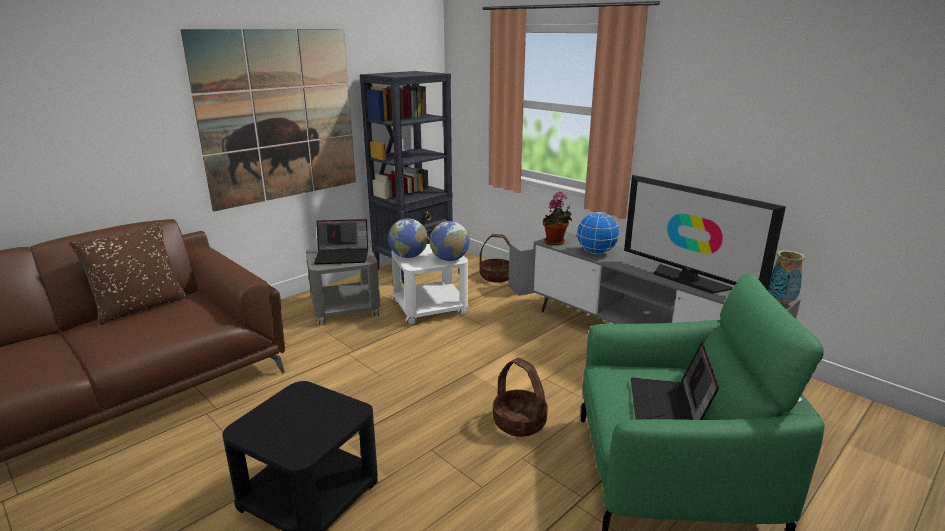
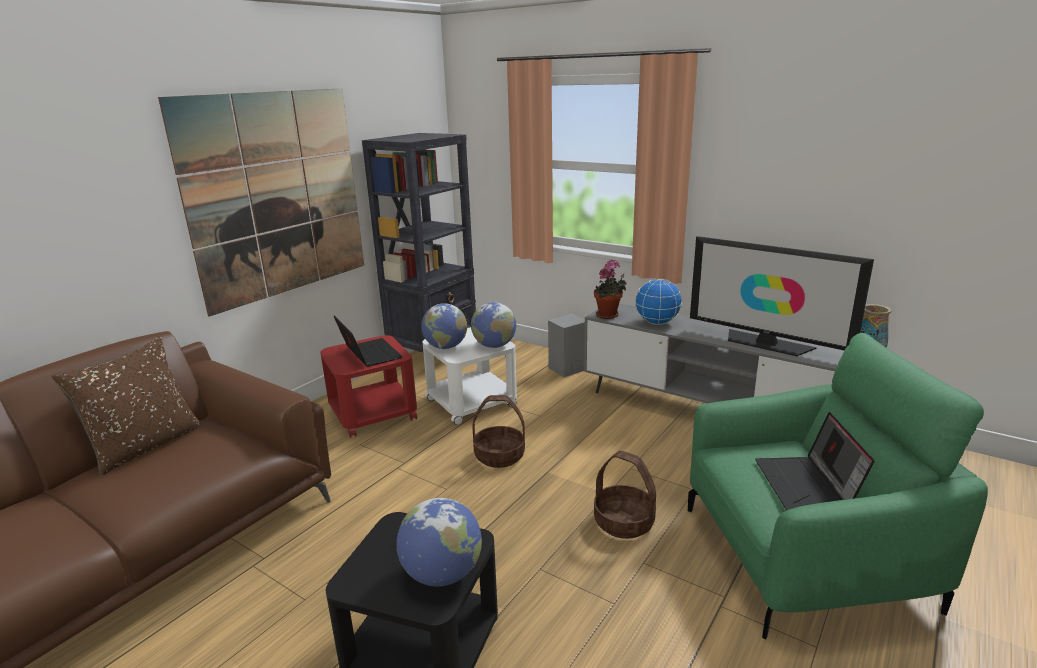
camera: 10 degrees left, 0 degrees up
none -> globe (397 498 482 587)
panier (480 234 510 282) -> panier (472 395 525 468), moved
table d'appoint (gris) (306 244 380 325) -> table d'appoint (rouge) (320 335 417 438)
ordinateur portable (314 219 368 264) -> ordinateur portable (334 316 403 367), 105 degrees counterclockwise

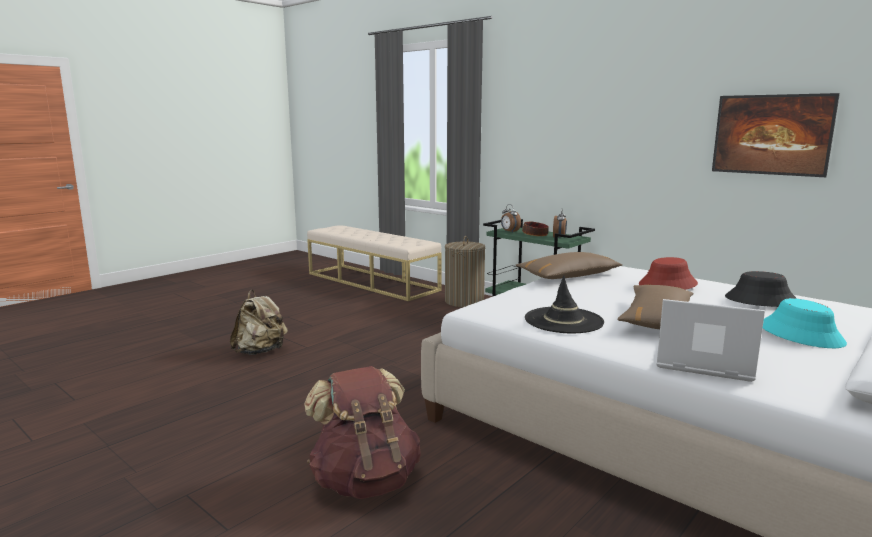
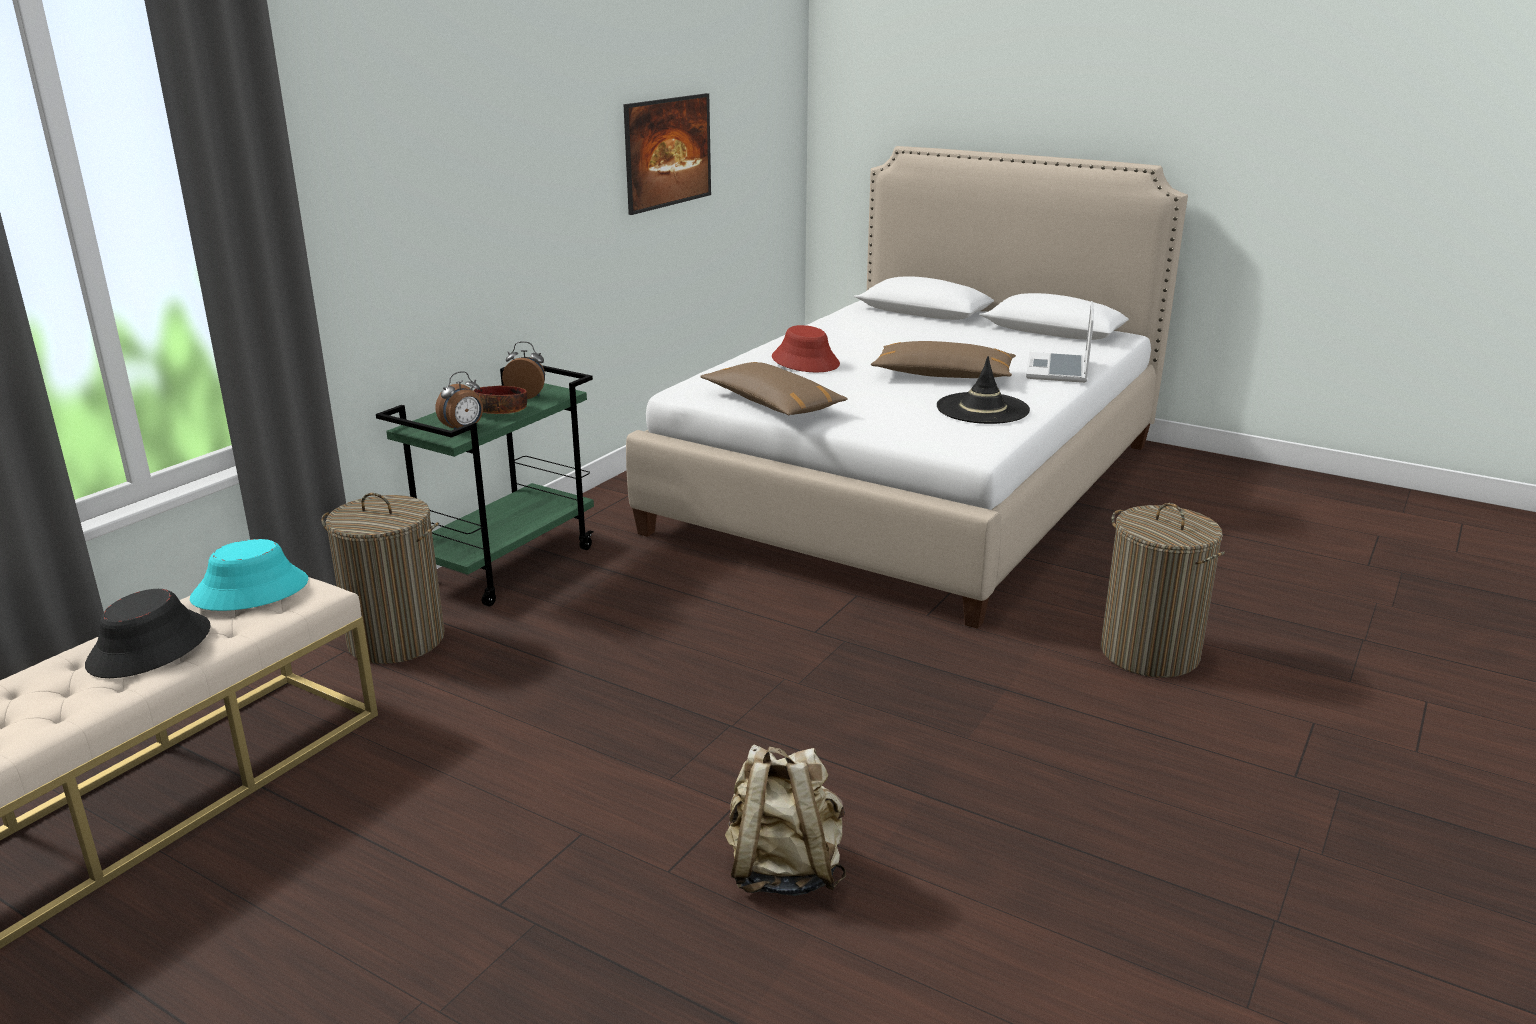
camera: 100 degrees left, 10 degrees up
chapeau (noir) (725 271 797 307) -> chapeau (noir) (85 589 211 678), moved
chapeau (turquoise) (763 298 847 348) -> chapeau (turquoise) (190 539 309 611), moved
sac à dos (marron) (304 366 421 499) -> panier à linge (1101 503 1225 678)

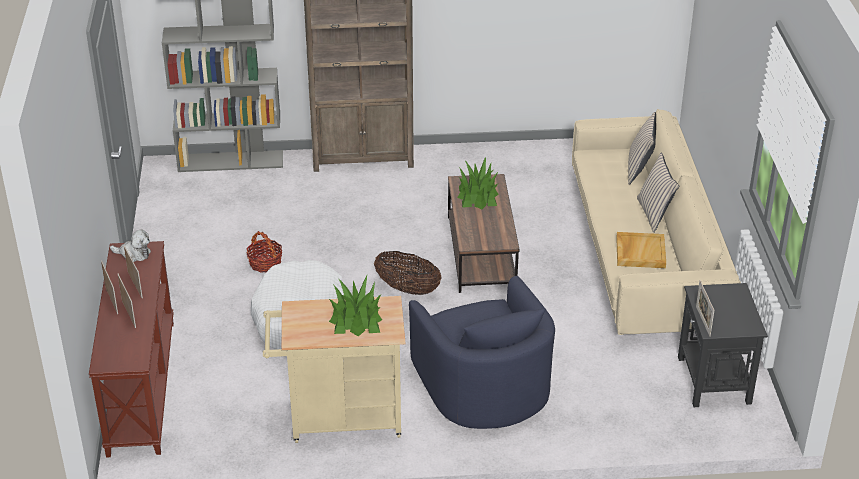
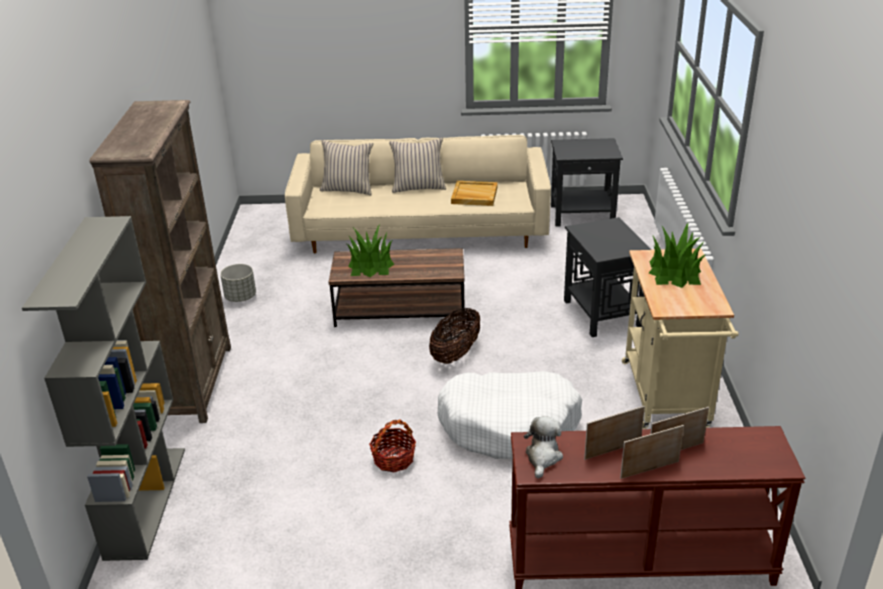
camera: 85 degrees left, 5 degrees down
cadre photo (696 280 714 336) -> none
none -> cache-pot (gris) (220 264 256 302)
fauteuil (bleu) (409 276 555 429) -> table d'appoint (noir) (564 217 652 337)

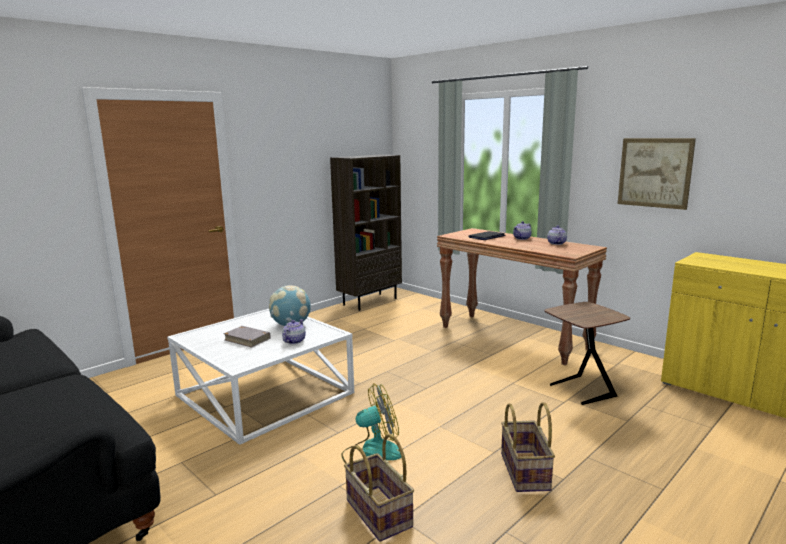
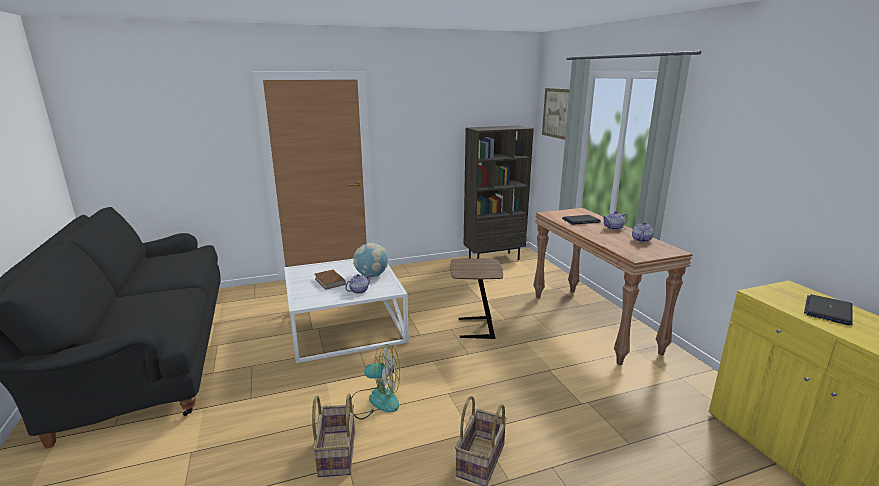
camera: 25 degrees right, 5 degrees up
none -> ordinateur portable (804 295 853 325)
table d'appoint (marron) (544 302 630 405) -> table d'appoint (marron) (450 258 503 339), moved
tableau (618 138 696 210) -> tableau (542 88 570 140), moved
livre (gris) (223 326 270 348) -> livre (marron) (315 269 346 290)

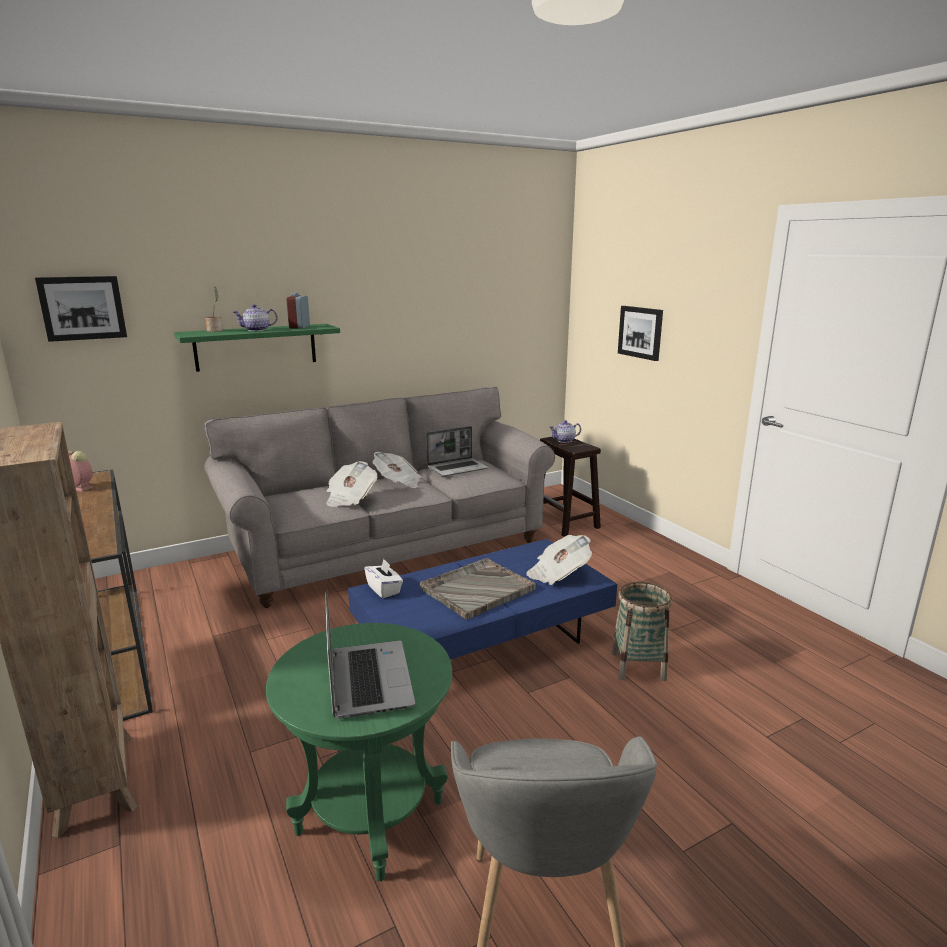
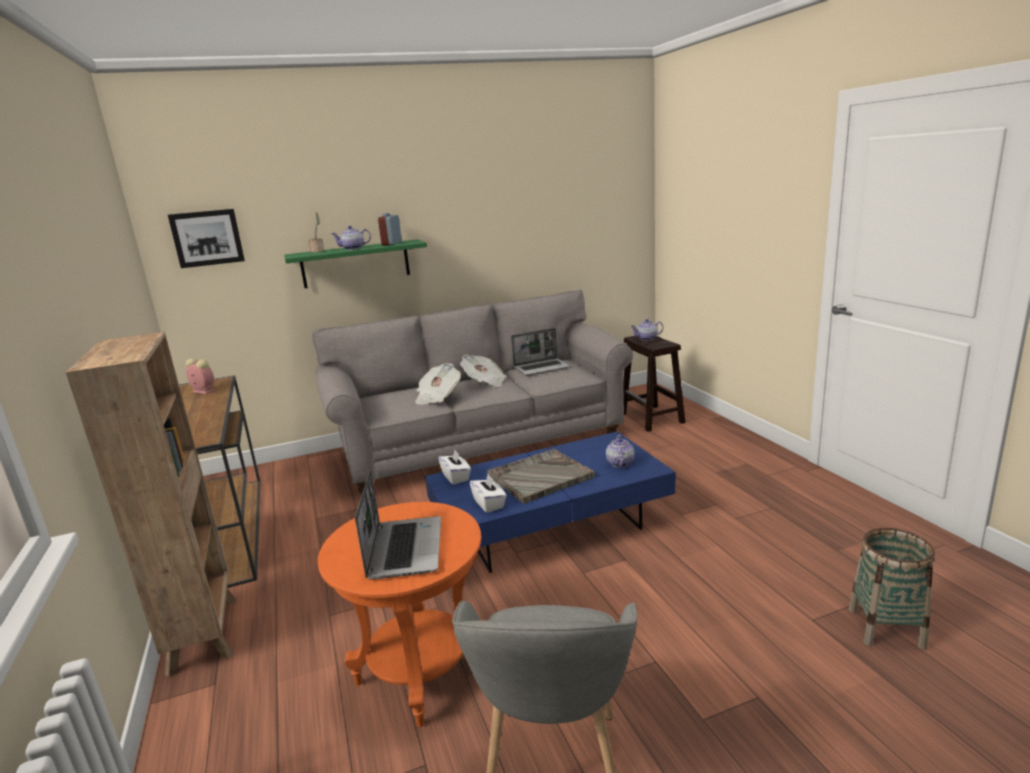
camera: 10 degrees right, 0 degrees up
tableau (618 306 663 361) -> none
none -> boîte à mouchoirs (blanc) (470 474 506 513)
panier (612 581 672 681) -> panier (849 528 935 650), moved
journal (526 535 592 585) -> théière (606 435 635 468)
table d'appoint (vert) (266 623 452 881) -> table d'appoint (orange) (318 502 481 727)

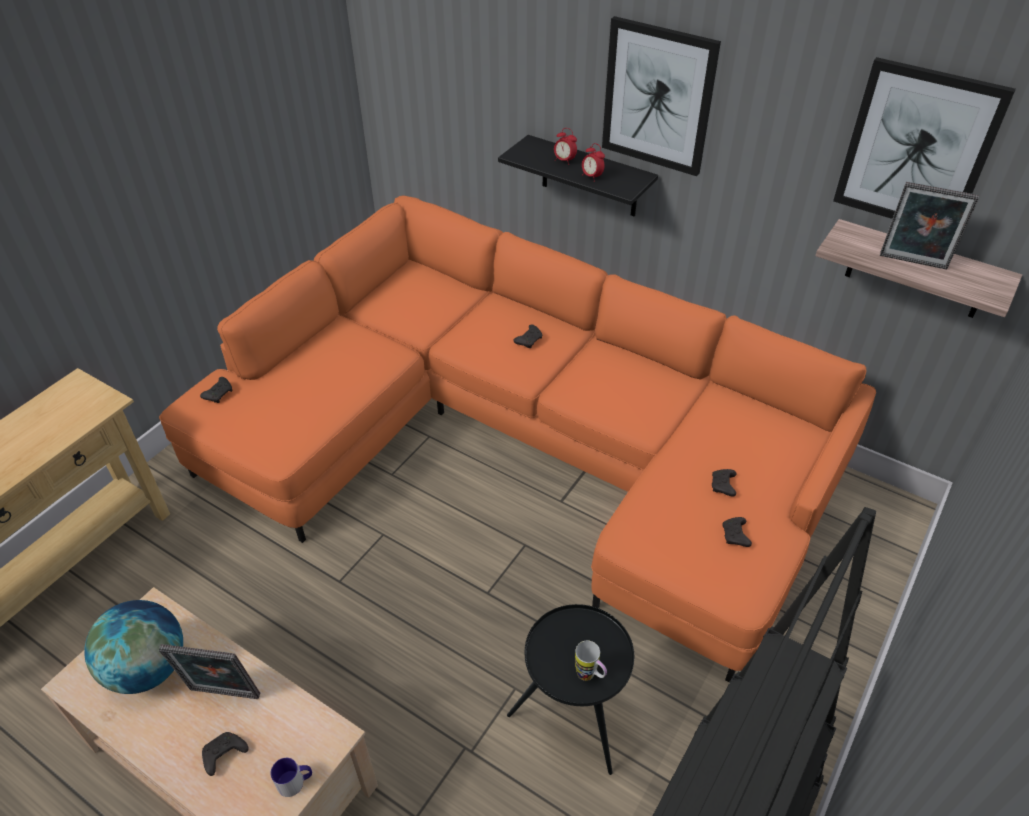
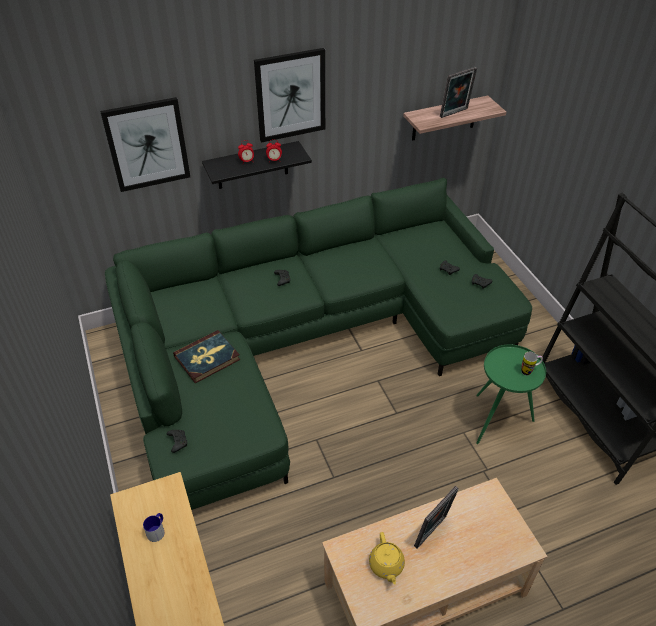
camera: 55 degrees left, 0 degrees up
manette (noir) (202 732 249 776) -> none
none -> livre (173 330 240 383)
mug (270 758 312 797) -> mug (143 513 164 542), moved
tableau (833 57 1016 219) -> tableau (100 97 190 192), moved
globe (84 600 183 694) -> théière (jaune) (369 532 405 585)
canapé (orange) (159 195 876 683) -> canapé (vert) (105 178 532 510)
table d'appoint (noir) (507 604 634 775) -> table d'appoint (vert) (476 345 546 444)

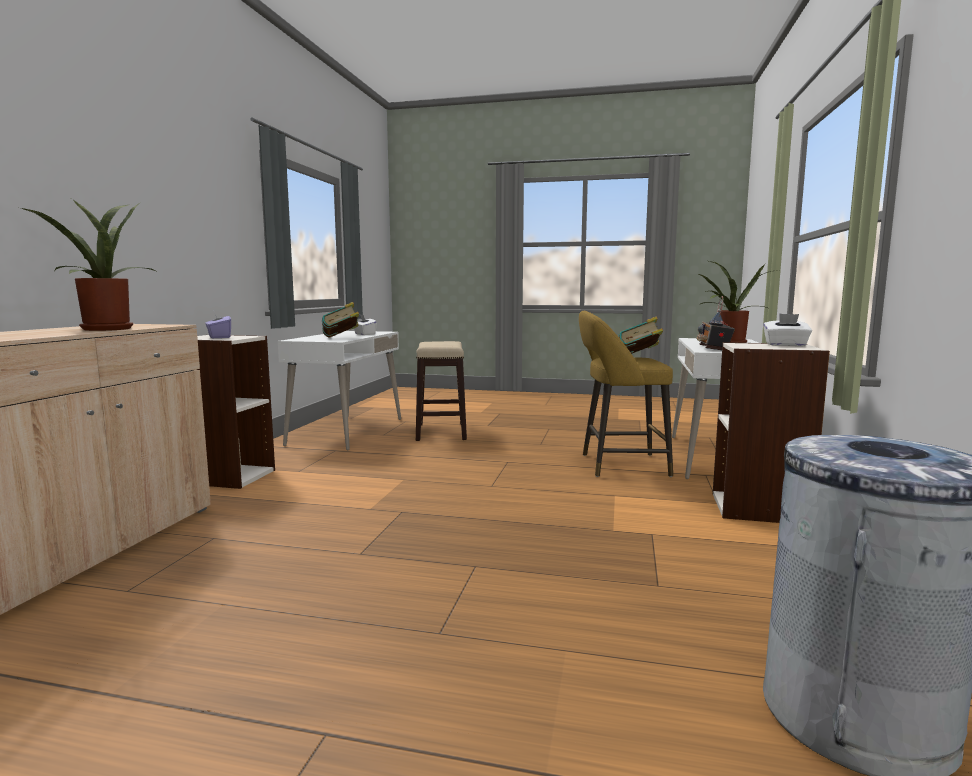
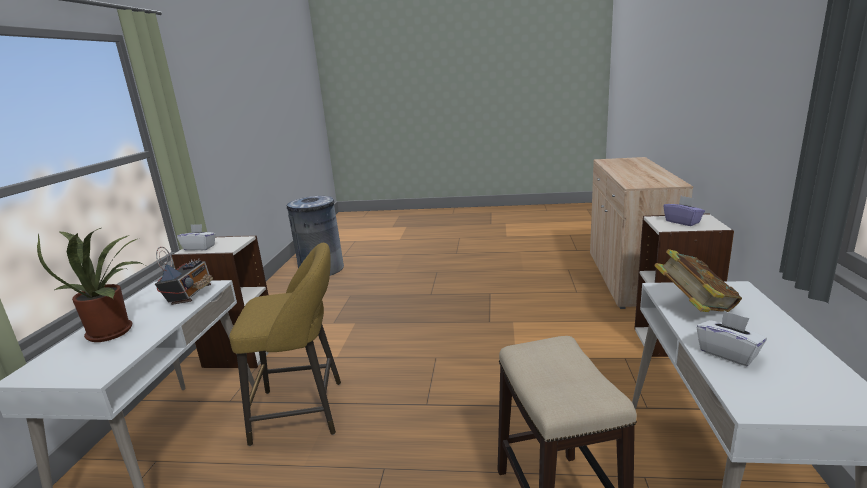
camera: 175 degrees right, 10 degrees up
plante en pot (21 199 157 331) -> none
livre (618 316 663 354) -> none

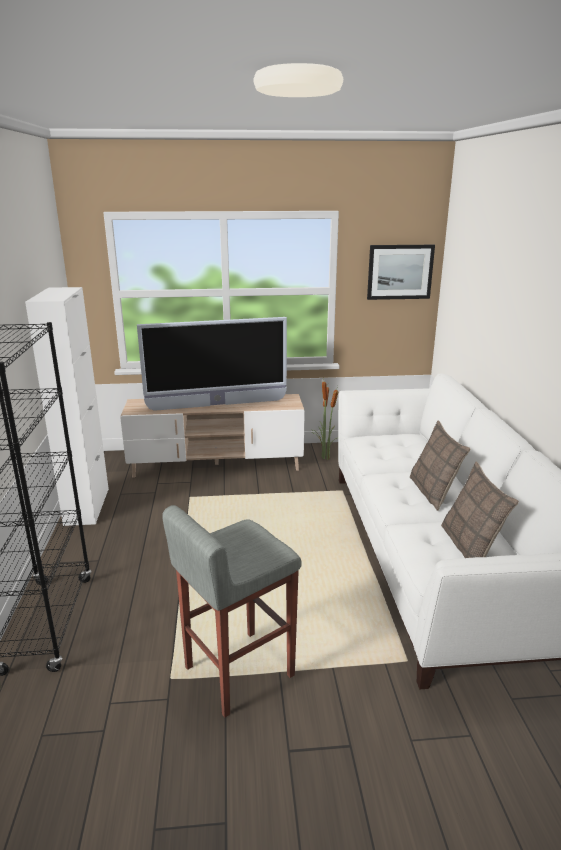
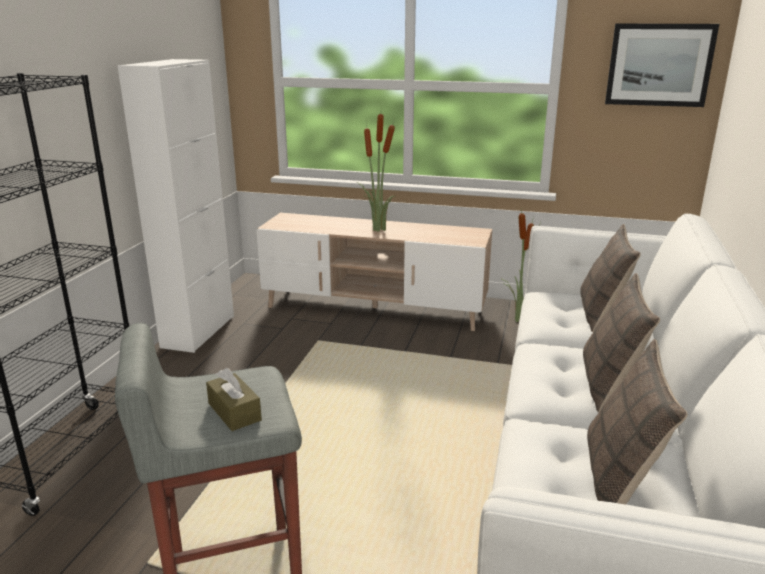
camera: 20 degrees right, 0 degrees up
none -> boîte à mouchoirs (marron) (206 368 262 431)
none -> coussin (580 224 641 332)
téléviseur (137 317 287 411) -> plante en pot (357 114 395 232)

